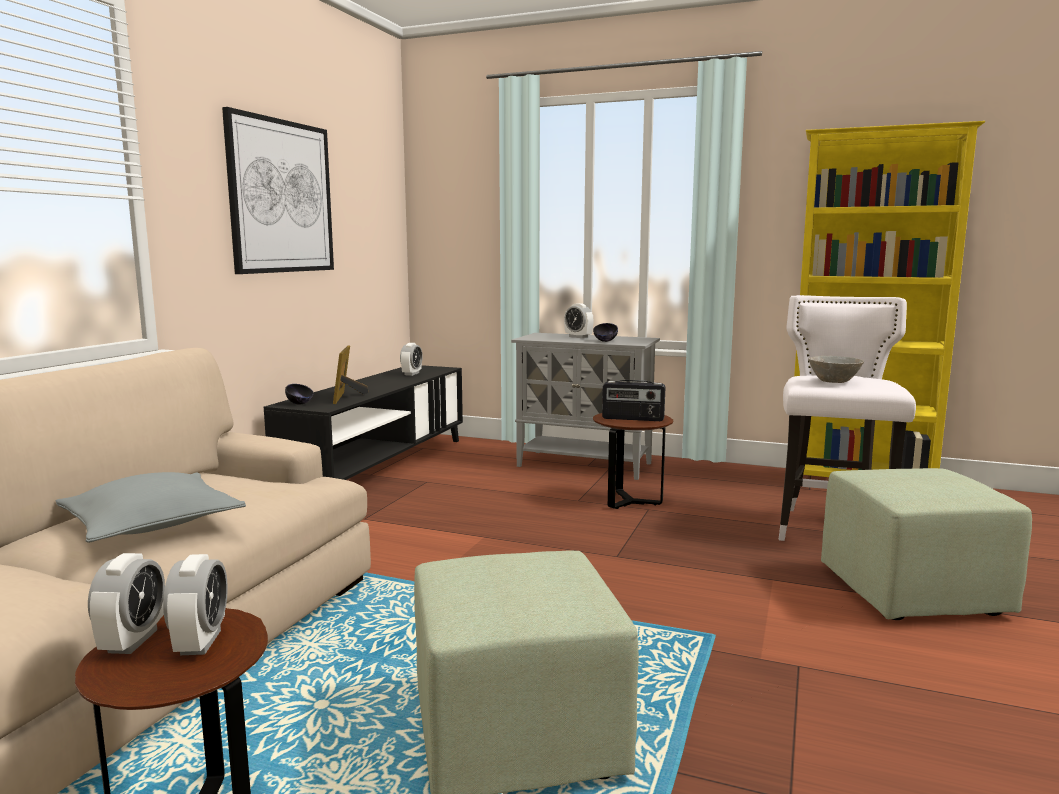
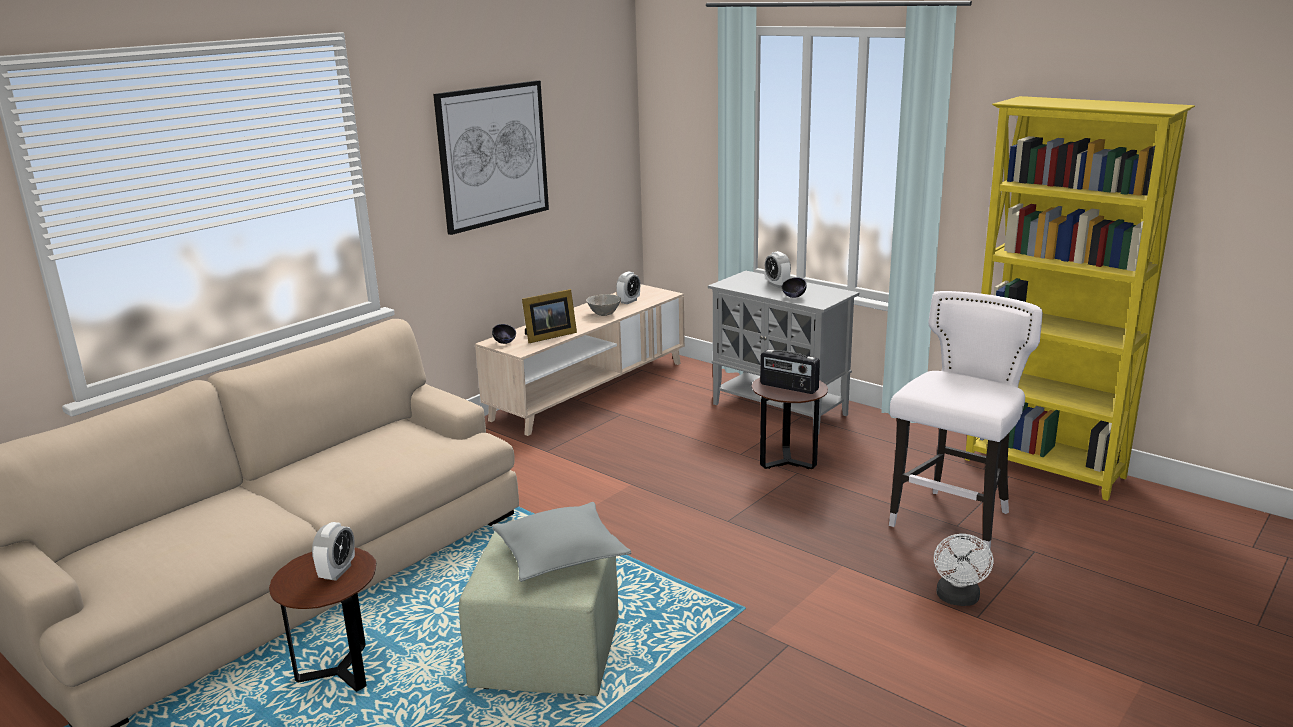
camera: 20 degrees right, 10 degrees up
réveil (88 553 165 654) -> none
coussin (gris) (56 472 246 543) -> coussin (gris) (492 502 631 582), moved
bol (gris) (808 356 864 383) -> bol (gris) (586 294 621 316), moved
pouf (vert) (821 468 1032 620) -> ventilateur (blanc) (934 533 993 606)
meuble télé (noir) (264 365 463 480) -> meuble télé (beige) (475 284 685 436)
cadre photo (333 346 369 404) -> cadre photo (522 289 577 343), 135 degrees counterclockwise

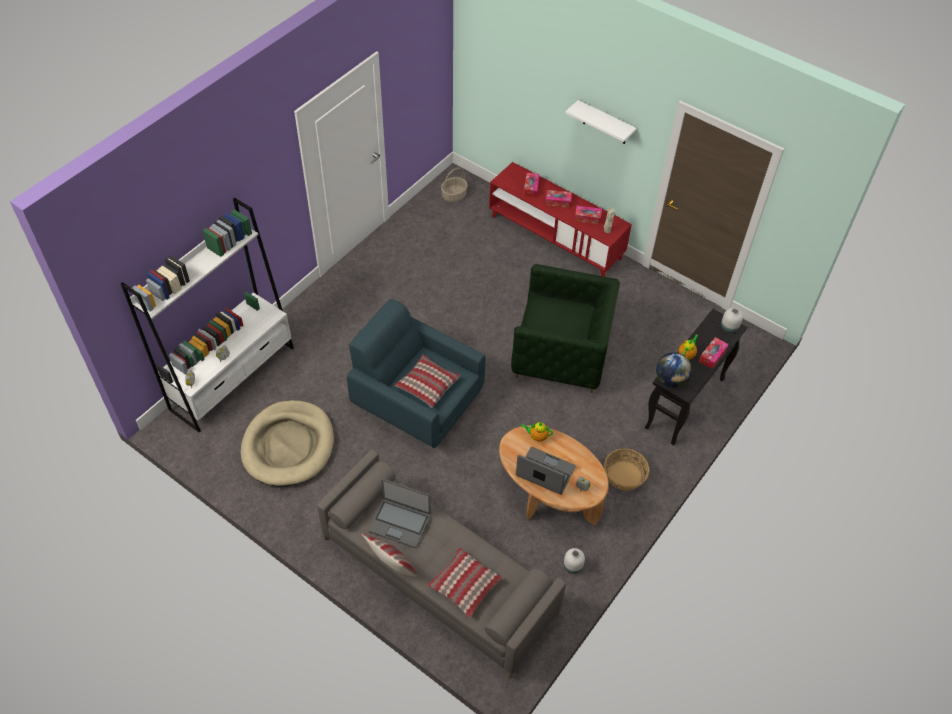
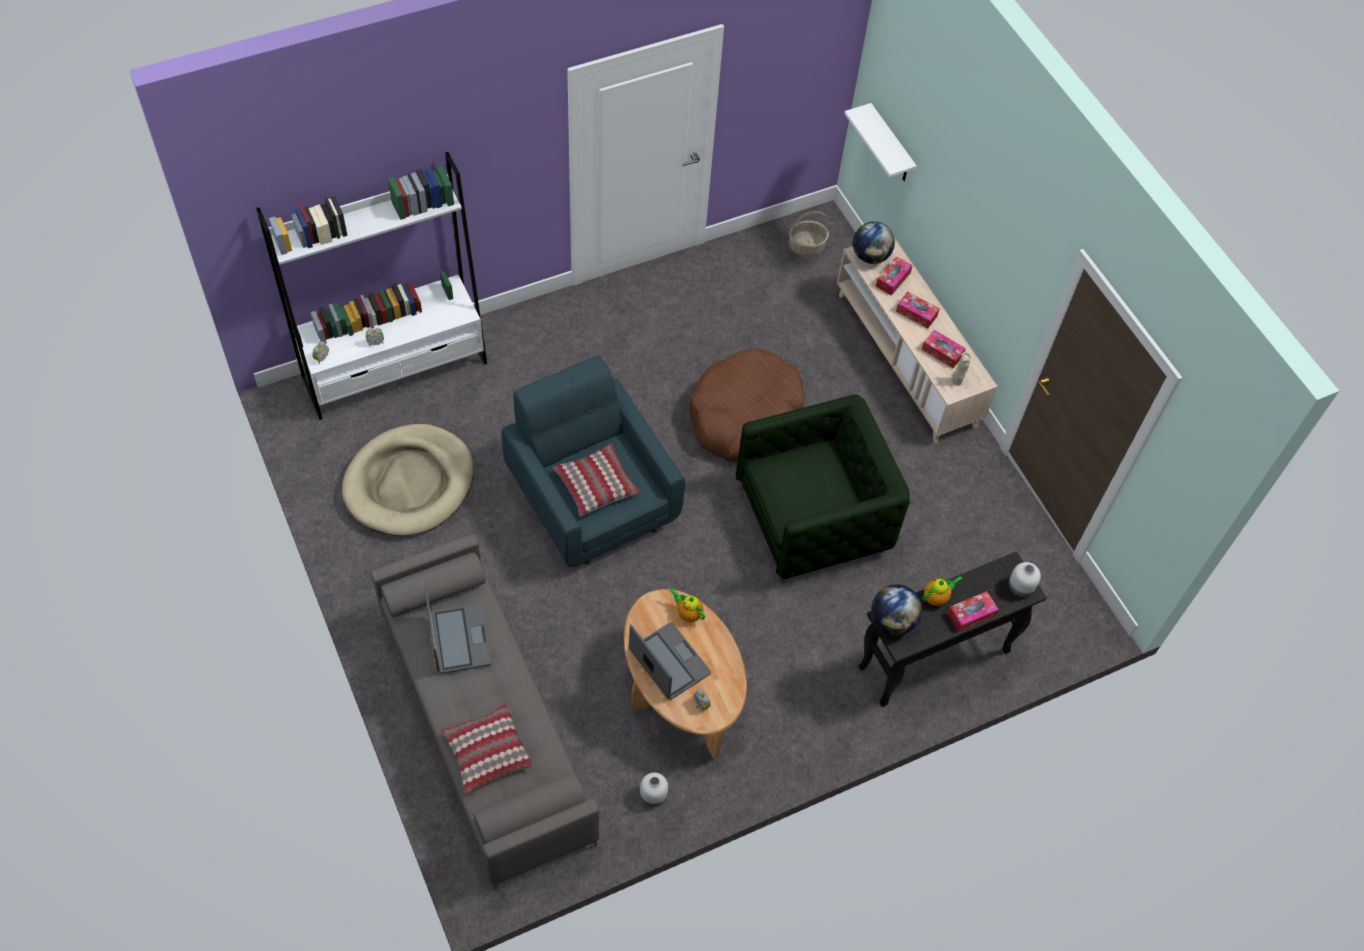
camera: 25 degrees right, 5 degrees up
coussin (362 534 417 577) -> none
panier (604 449 649 490) -> none
none -> panier pour chien (marron) (689 348 805 463)
none -> globe (853 222 895 264)
étagère (blanc) (566 100 636 144) -> étagère (blanc) (844 103 917 181), moved
meuble télé (rouge) (489 162 632 277) -> meuble télé (beige) (837 238 998 443)
ordinateur portable (368 479 431 548) -> ordinateur portable (425 588 492 674), 150 degrees counterclockwise
fauteuil (vert) (511 264 620 393) -> fauteuil (vert) (736 394 910 582), 60 degrees counterclockwise

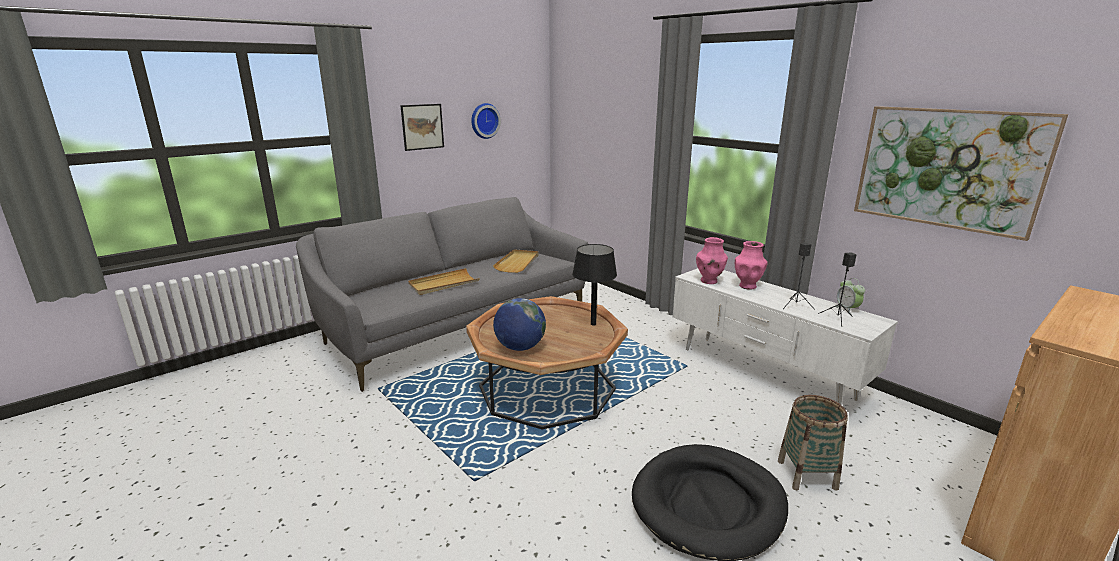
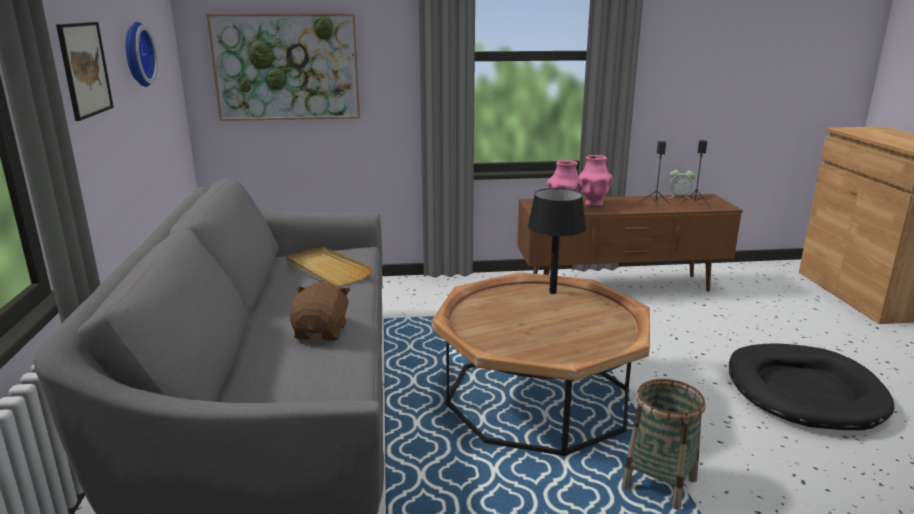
camera: 55 degrees left, 0 degrees up
globe (493 298 546 351) -> none
panier (778 395 848 491) -> panier (622 379 706 510), moved
tableau (854 106 1068 241) -> tableau (206 14 360 121), moved
plateau (beige) (408 268 480 295) -> peluche (marron) (289 282 351 341)
meuble télé (blanc) (673 268 898 404) -> meuble télé (marron) (517 194 743 292)

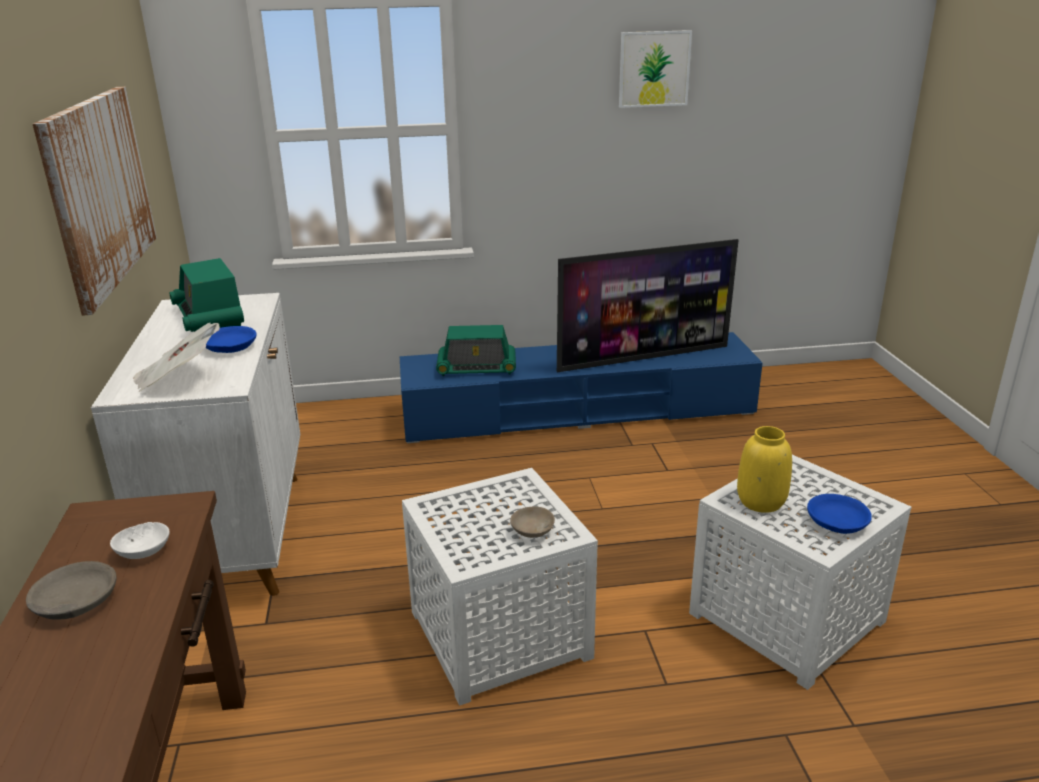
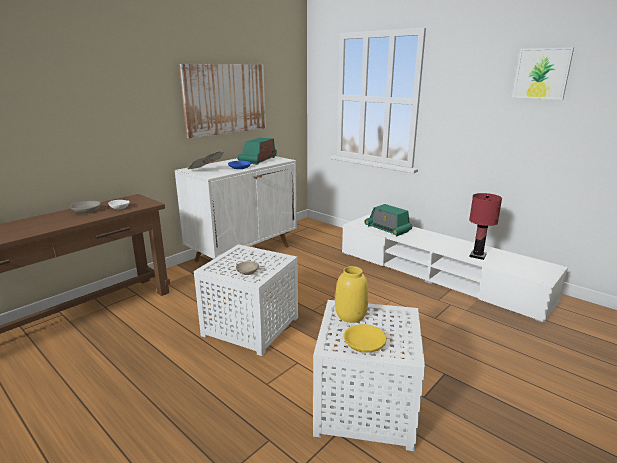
camera: 50 degrees right, 5 degrees down
téléviseur (557 239 739 372) -> lampe de table (rouge) (469 193 502 260)
meuble télé (bleu) (400 332 763 443) -> meuble télé (blanc) (342 215 568 323)
bol (bleu) (807 494 872 534) -> bol (jaune) (343 324 387 353)

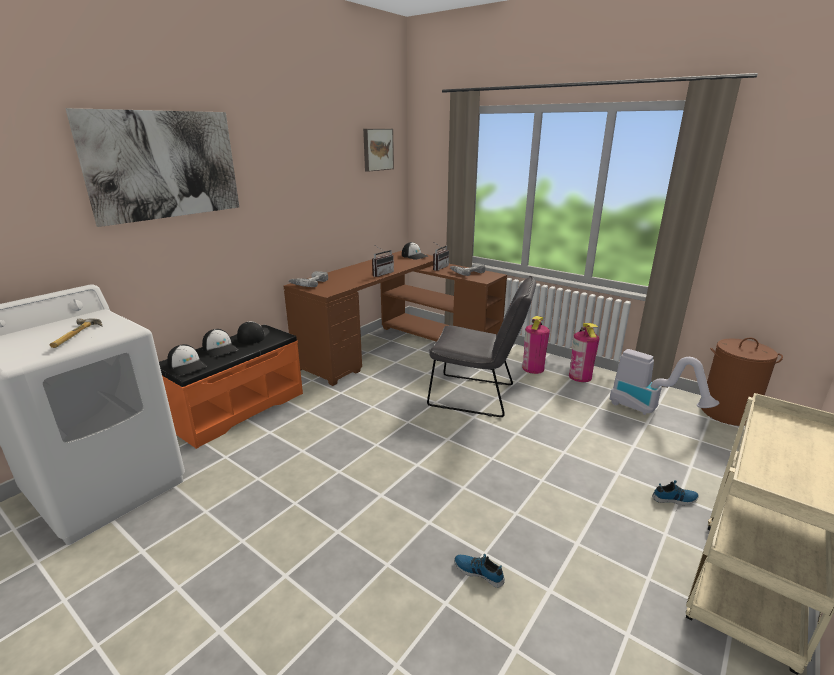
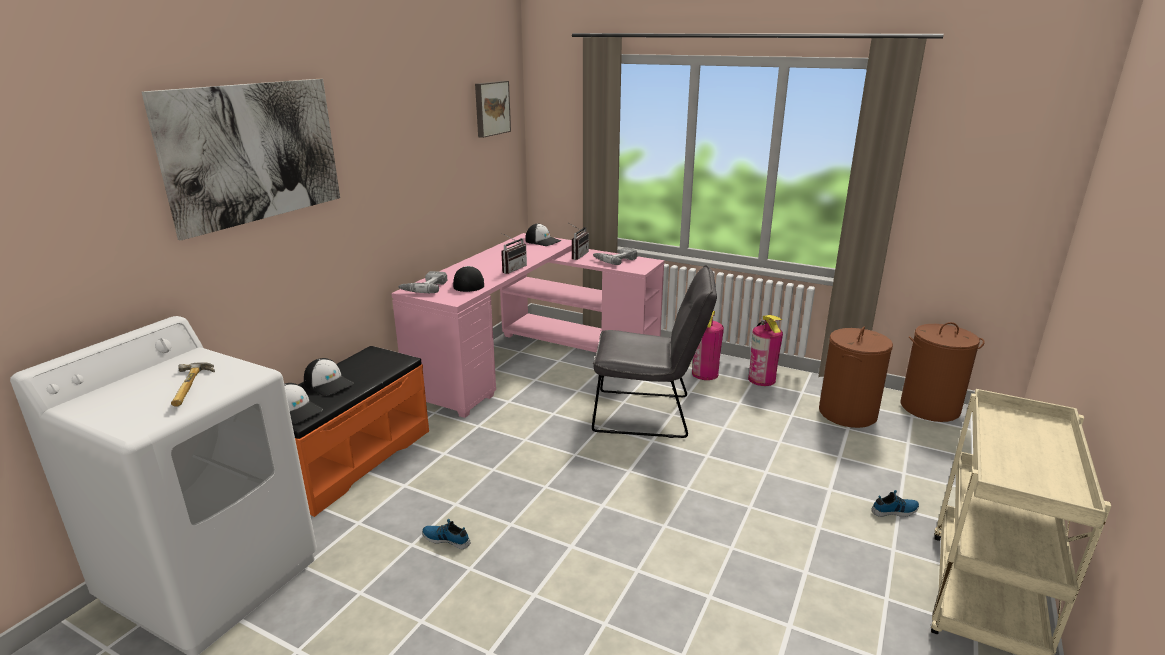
camera: 10 degrees left, 0 degrees up
casquette (237 321 270 344) -> casquette (453 266 484 292), moved
chaussure (454 554 505 588) -> chaussure (422 519 470 549), moved
aspirateur (610 349 719 415) -> panier à linge (marron) (819 327 893 428)
bureau (marron) (284 251 507 386) -> bureau (rose) (391 233 664 418)

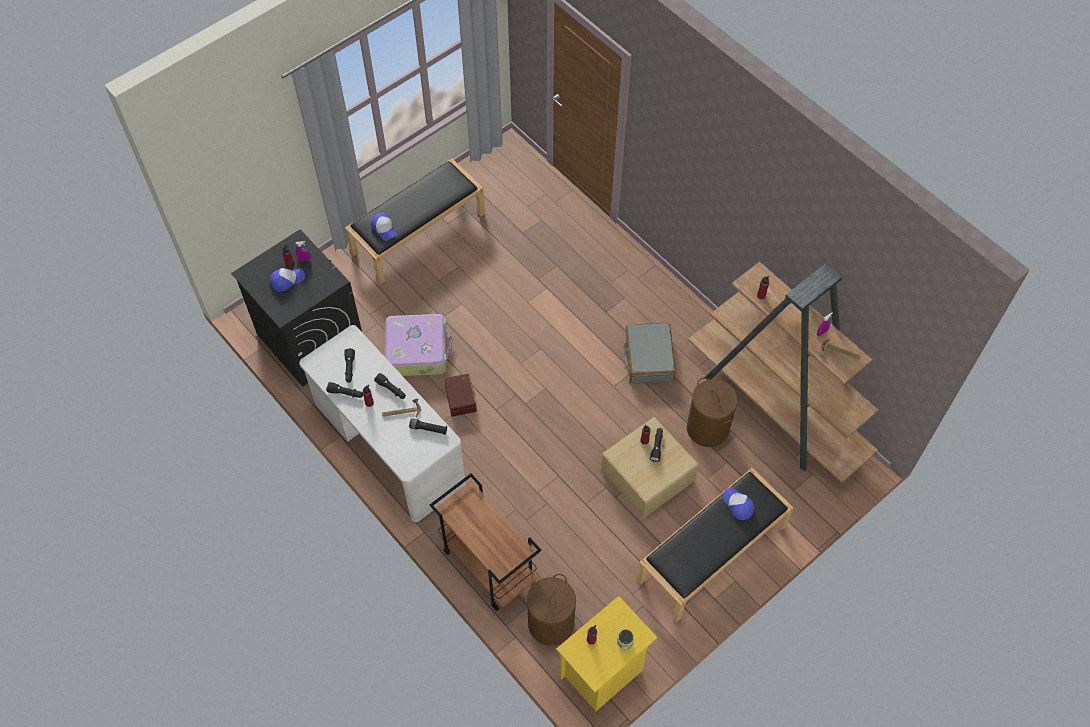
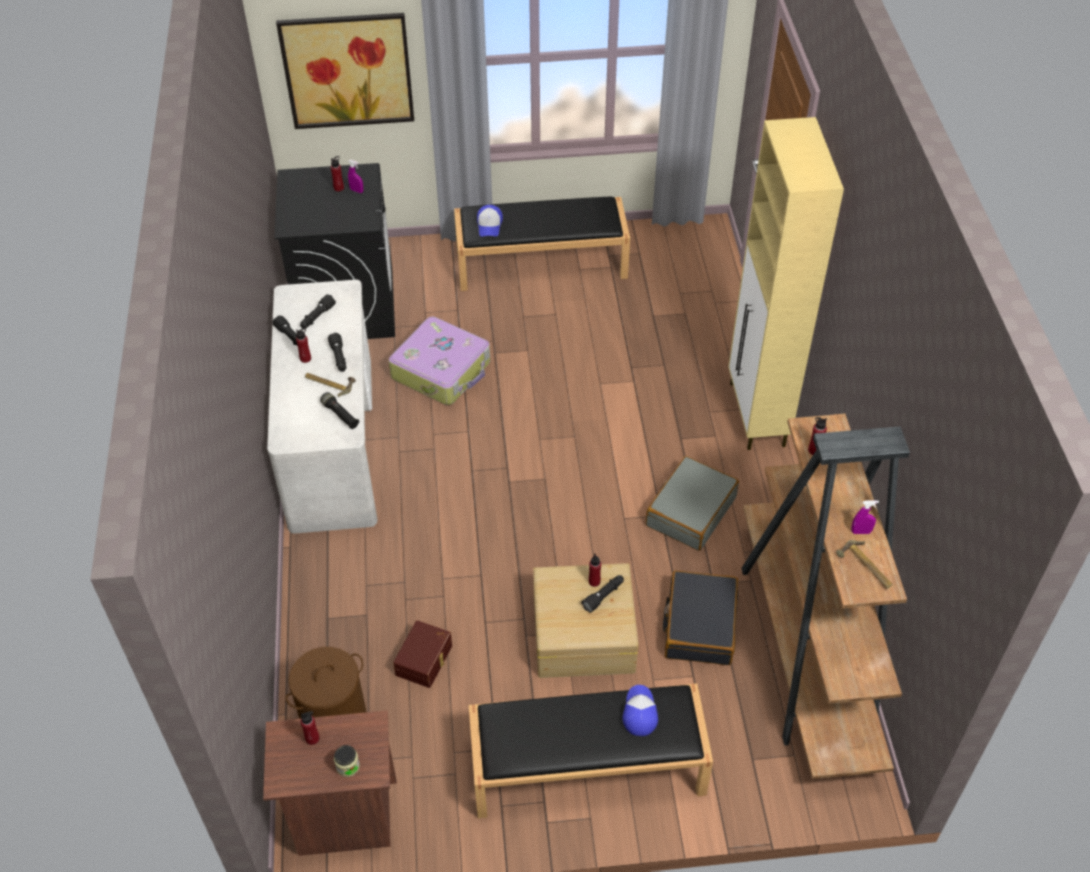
camera: 35 degrees right, 10 degrees down
casquette (270 268 305 292) -> none
chariot (marron) (430 473 541 611) -> none
none -> tableau (276 13 414 129)
none -> meuble de rangement (beige) (728 117 844 450)
boîte de rangement (marron) (444 374 477 417) -> boîte de rangement (marron) (393 620 452 688), moved
panier à linge (marron) (687 378 738 447) -> valise (noir) (663 571 738 665)
table de chevet (jaune) (556 596 658 711) -> table de chevet (marron) (263 710 397 856)

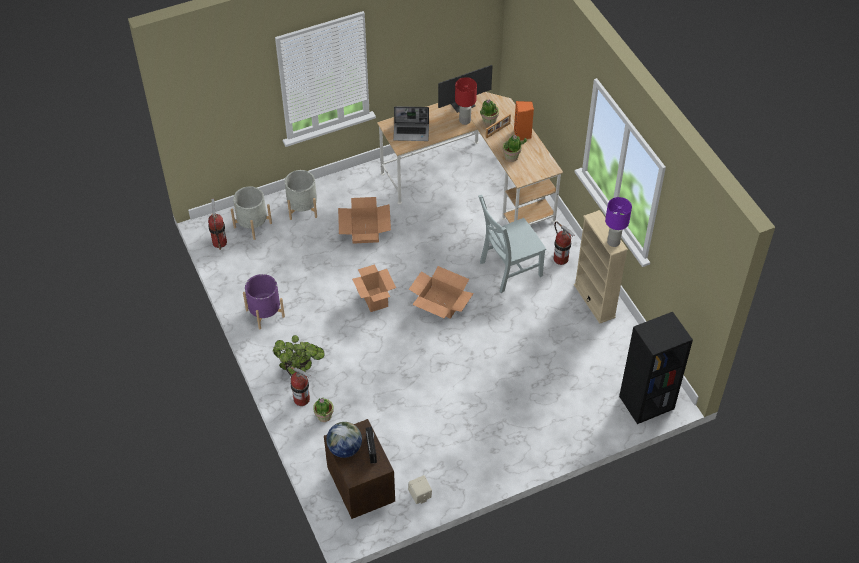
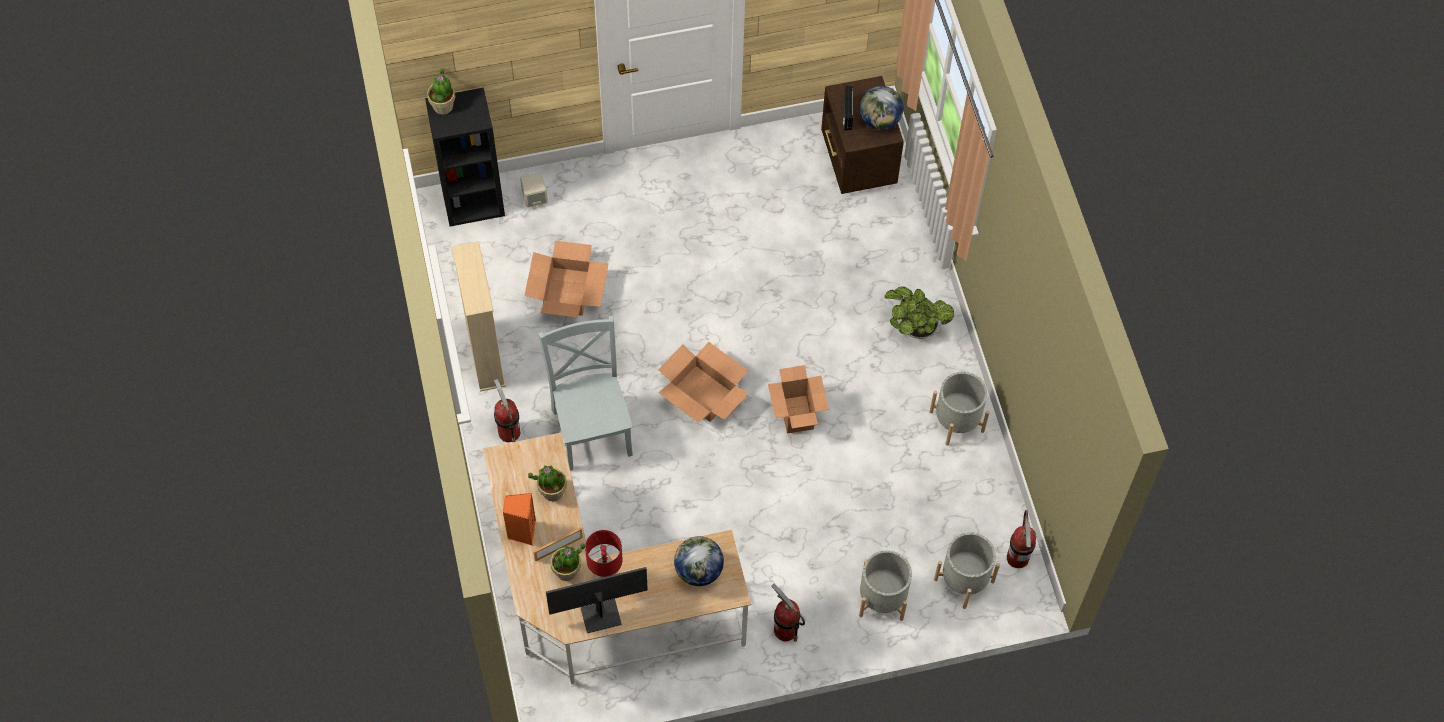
camera: 170 degrees left, 10 degrees up
lampe de table (violet) (605 197 632 247) -> none
extincteur (285 365 311 406) -> extincteur (771 583 805 642), moved
plante en pot (313 398 334 422) -> plante en pot (427 68 455 115), moved
carton (338 197 391 244) -> carton (524 241 609 318), moved
enceinte (beige) (408 475 432 504) -> enceinte (beige) (520 173 548 208), moved
ordinateur portable (393 106 429 141) -> globe (674 536 724 586)
cache-pot (violet) (243 274 285 329) -> cache-pot (gris) (930 372 990 446)
chaise (gris) (478 195 546 293) -> chaise (gris) (538 316 633 471), 90 degrees counterclockwise

